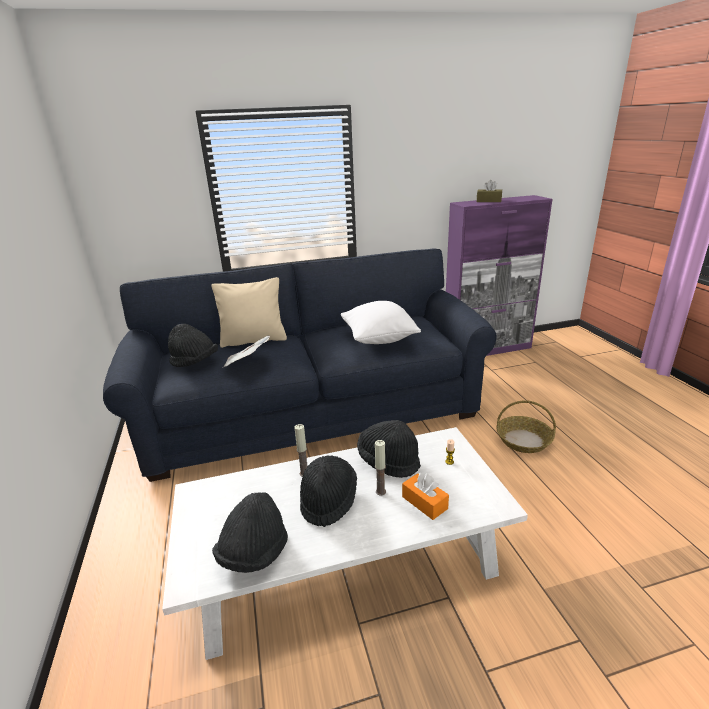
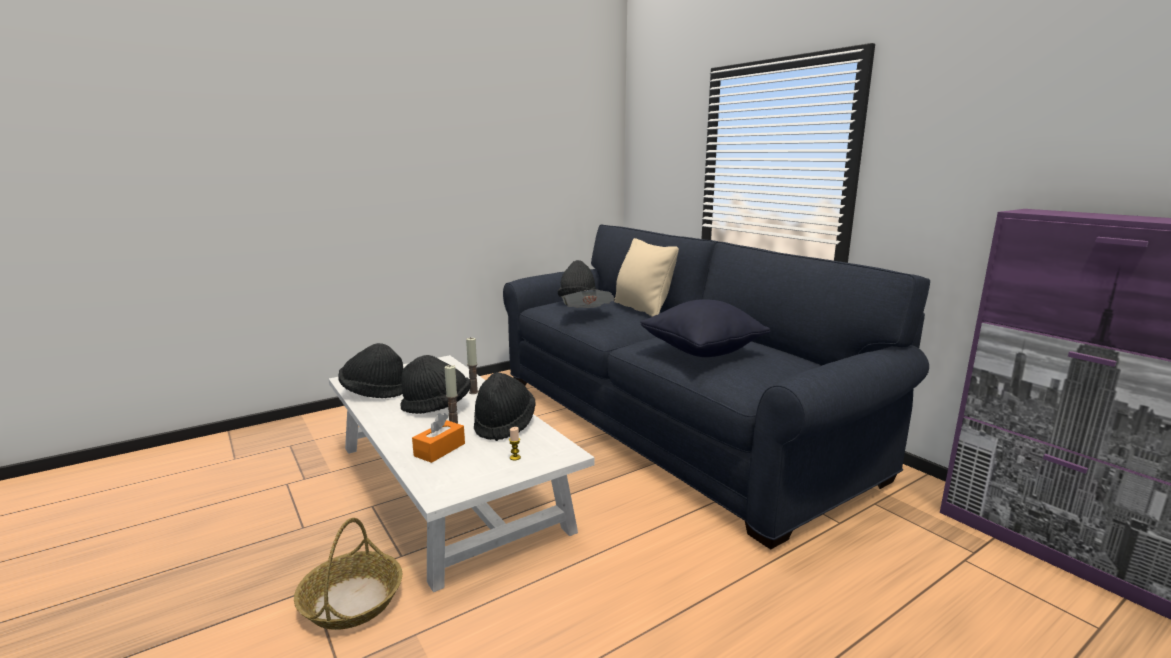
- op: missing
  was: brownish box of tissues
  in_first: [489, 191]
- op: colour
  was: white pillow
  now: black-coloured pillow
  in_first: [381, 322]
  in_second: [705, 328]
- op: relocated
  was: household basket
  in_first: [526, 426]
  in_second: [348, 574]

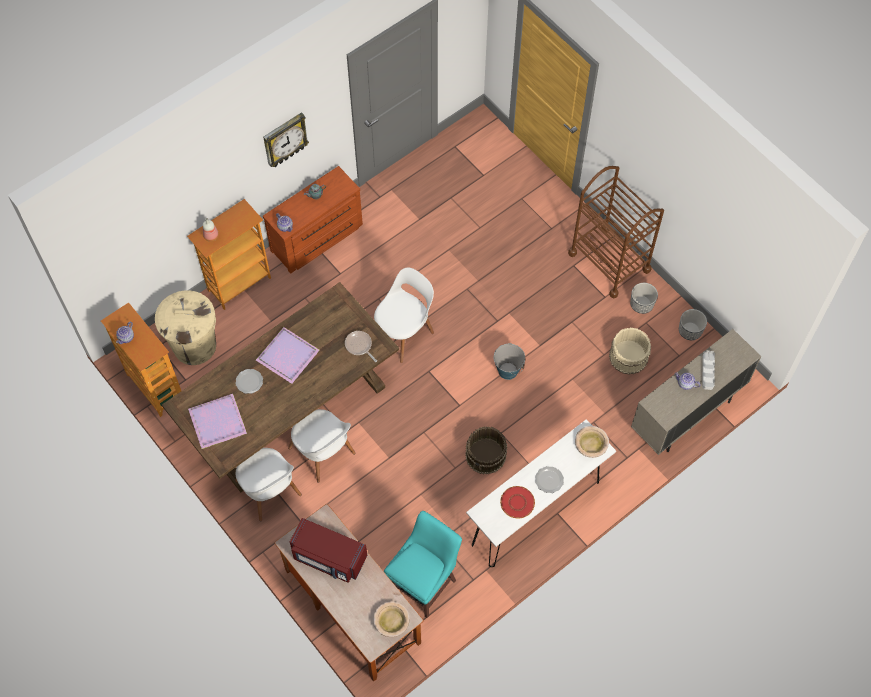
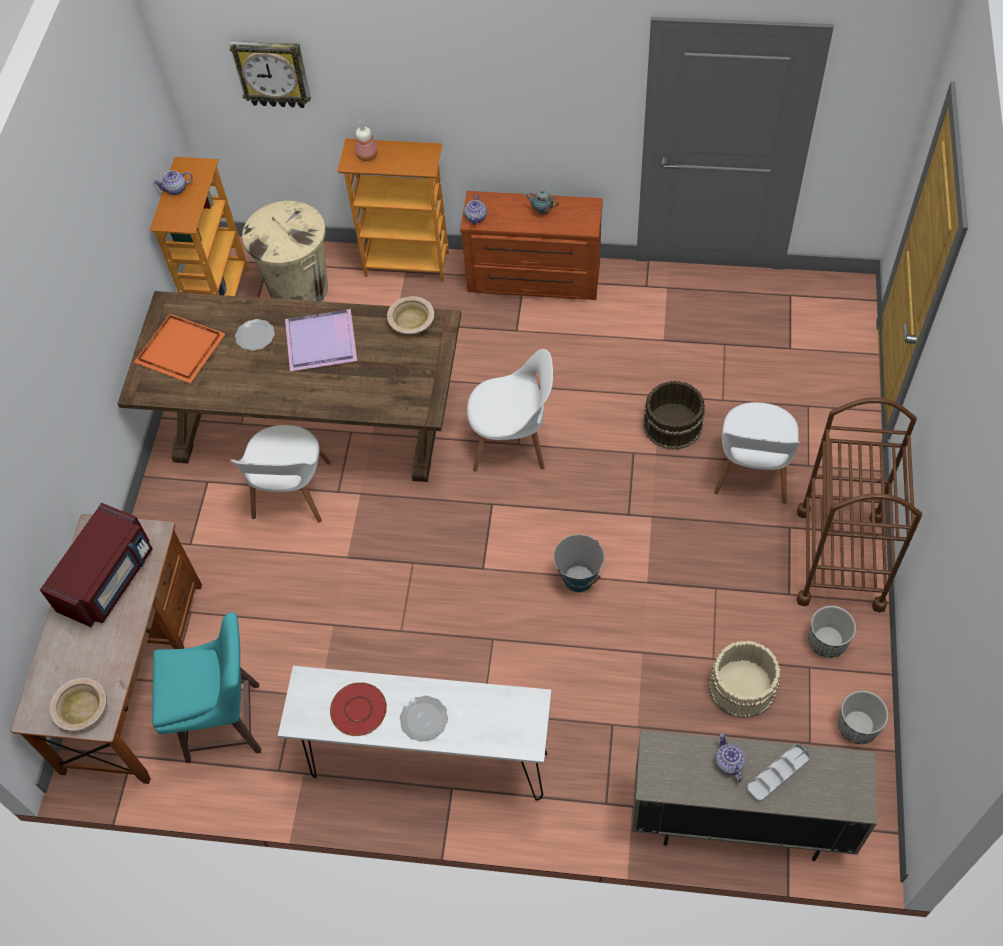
- op: relocated
  was: wall clock
  in_first: [286, 139]
  in_second: [270, 74]
- op: missing
  was: pan
  in_first: [361, 346]
- op: colour
  was: purple-coloured serving tray
  now: orange serving tray
  in_first: [217, 421]
  in_second: [179, 348]
- op: relocated
  was: brownish bucket
  in_first: [486, 450]
  in_second: [674, 415]
- op: relocated
  was: beige bowl
  in_first: [592, 442]
  in_second: [410, 315]
- op: relocated
  was: white chair
  in_first: [268, 484]
  in_second: [757, 453]
- op: spun
  was: reddish kitchen microwave
  in_first: [328, 550]
  in_second: [96, 565]
  clockwise: -135

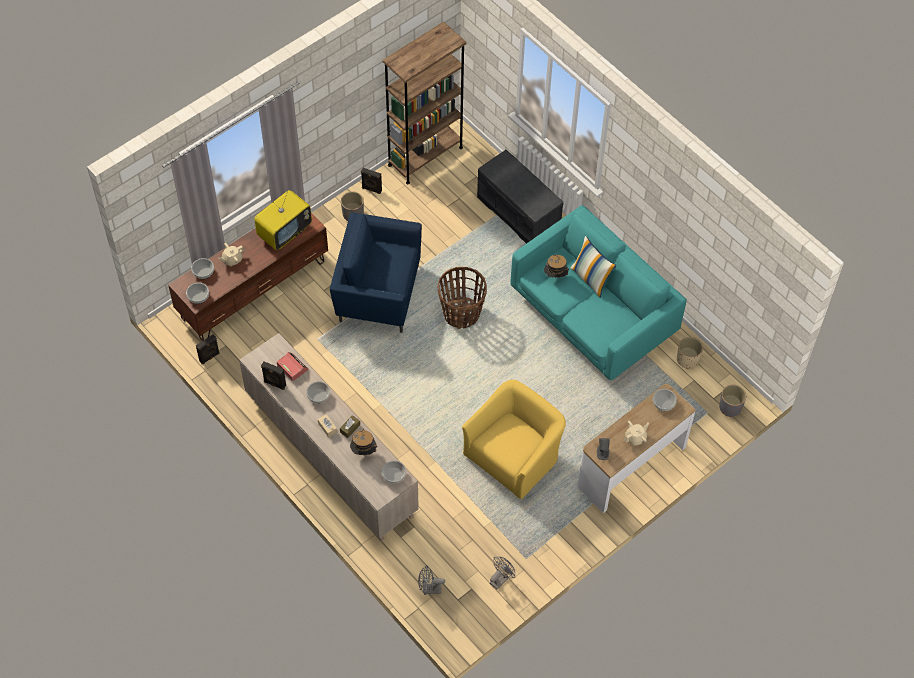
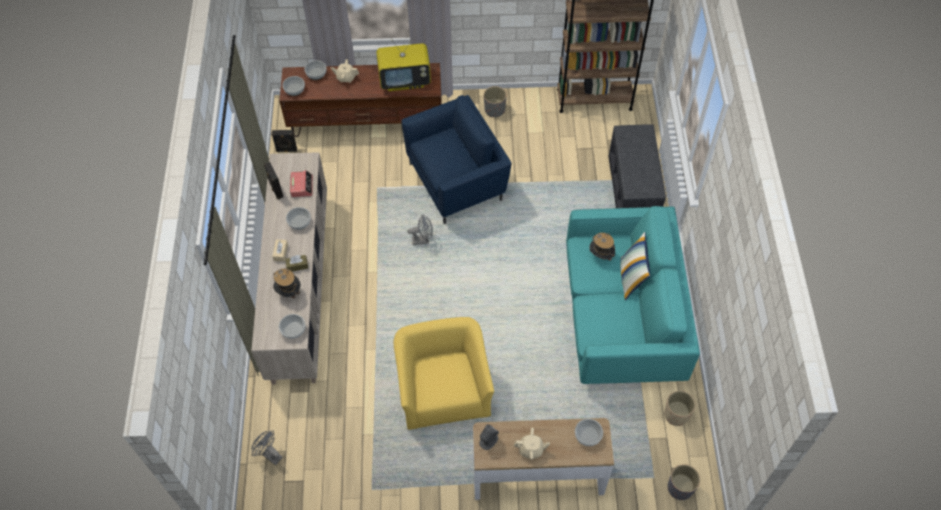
- op: missing
  was: black-coloured speaker
  in_first: [371, 181]
- op: spun
  was: blue lounge chair
  in_first: [376, 273]
  in_second: [456, 159]
  clockwise: 105
- op: missing
  was: household basket
  in_first: [462, 298]
- op: spun
  was: yellowish lounge chair
  in_first: [514, 439]
  in_second: [444, 373]
  clockwise: -90
- op: relocated
  was: greyish fan
  in_first: [502, 573]
  in_second: [420, 230]

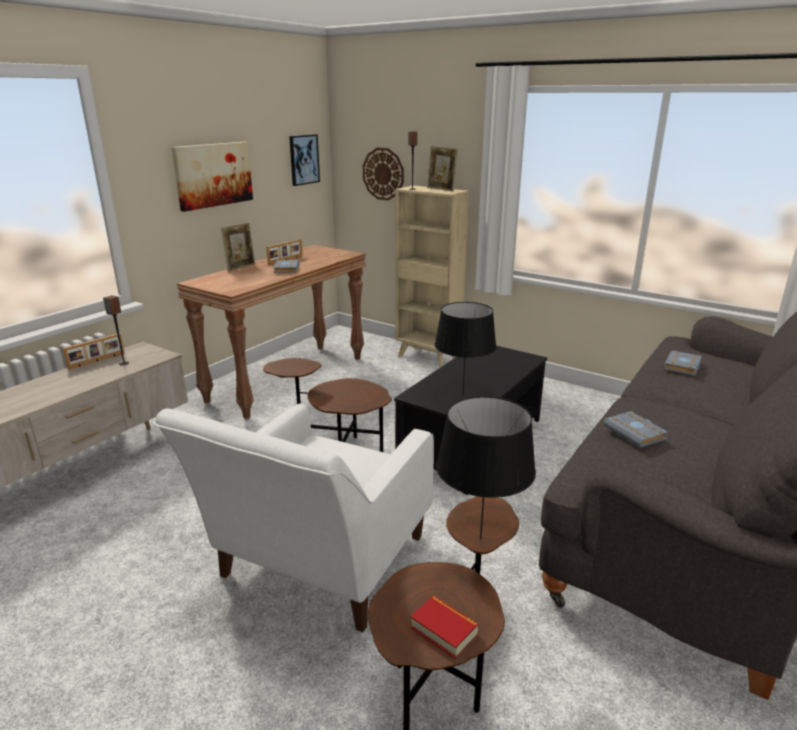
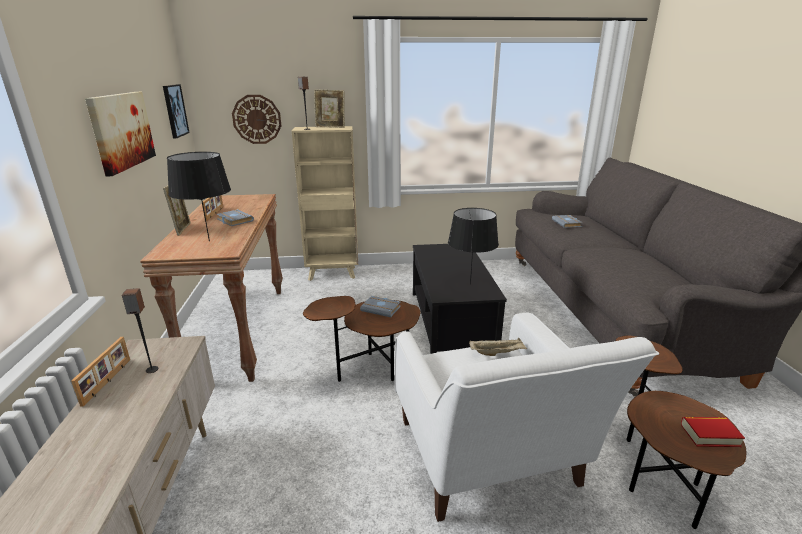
- op: relocated
  was: black-coloured table lamp
  in_first: [486, 468]
  in_second: [199, 196]
- op: relocated
  was: greyish bound book
  in_first: [636, 429]
  in_second: [380, 306]
- op: appeared
  now: beige serving tray
  in_second: [498, 347]

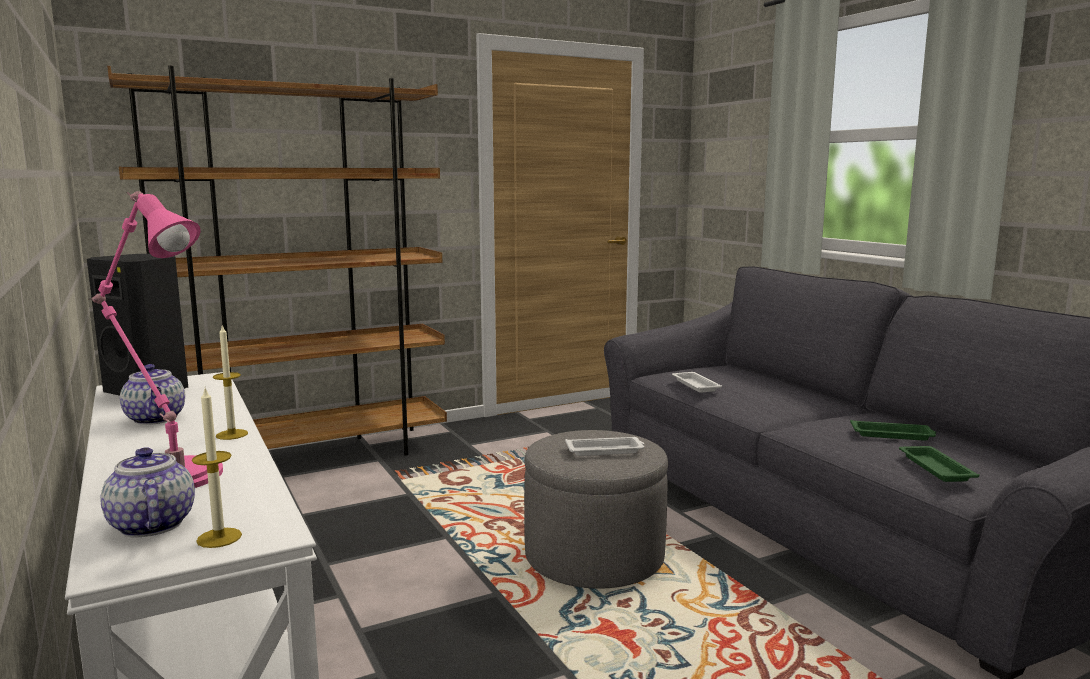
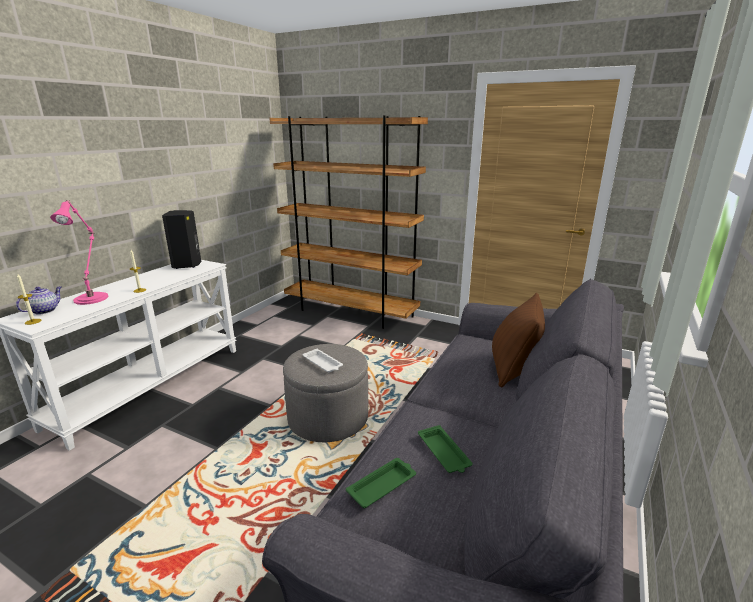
- op: missing
  was: teapot
  in_first: [152, 394]
- op: missing
  was: white serving tray
  in_first: [697, 382]
- op: appeared
  now: brownish pillow
  in_second: [518, 340]

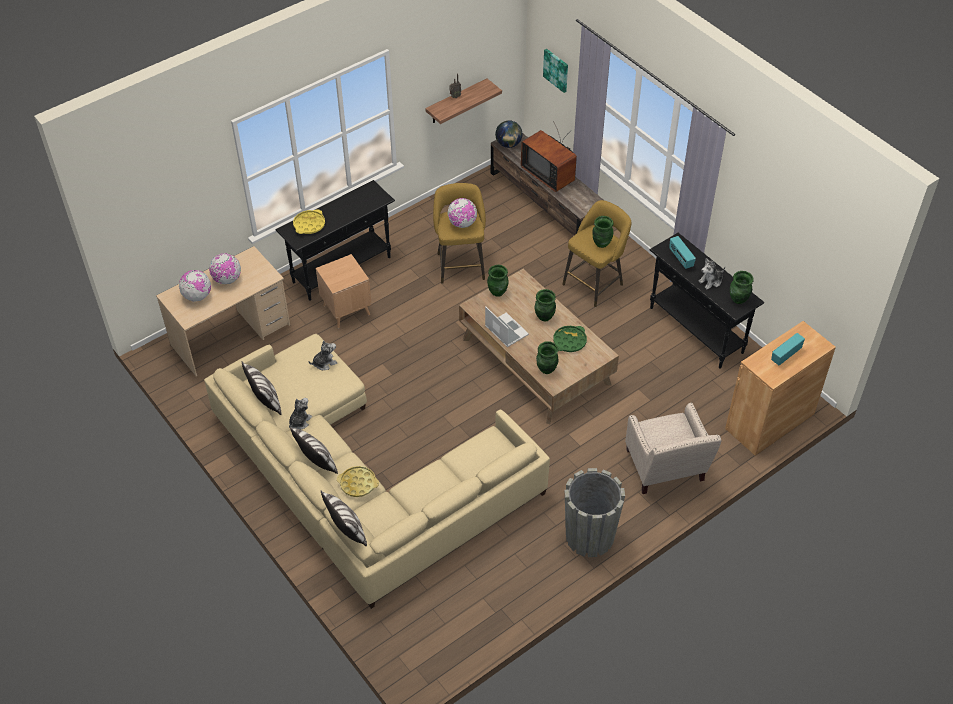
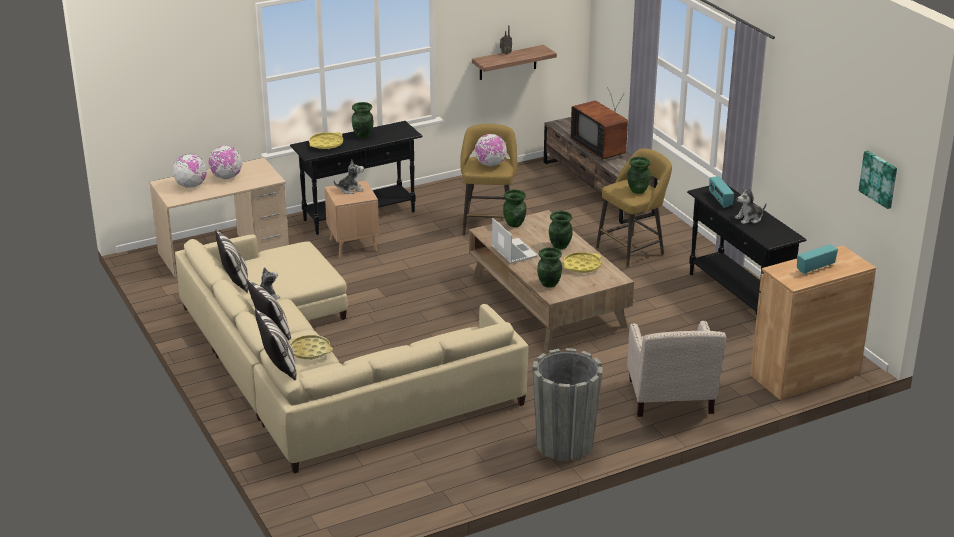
- op: relocated
  was: picture
  in_first: [555, 71]
  in_second: [878, 180]
- op: missing
  was: world globe
  in_first: [508, 134]
- op: relocated
  was: green decorative vase
  in_first: [742, 287]
  in_second: [363, 120]
- op: colour
  was: green serving tray
  now: yellowish serving tray
  in_first: [570, 339]
  in_second: [582, 262]
- op: relocated
  was: soft toy
  in_first: [322, 355]
  in_second: [349, 177]

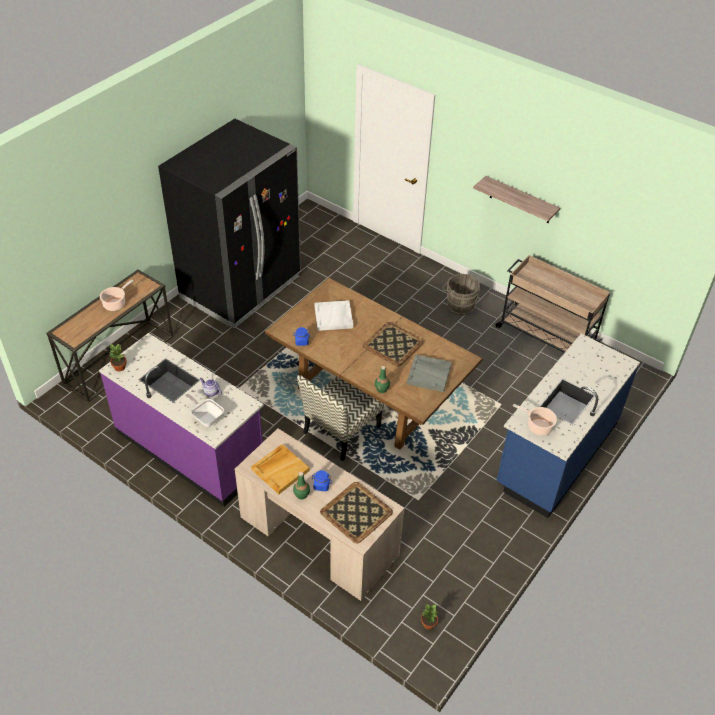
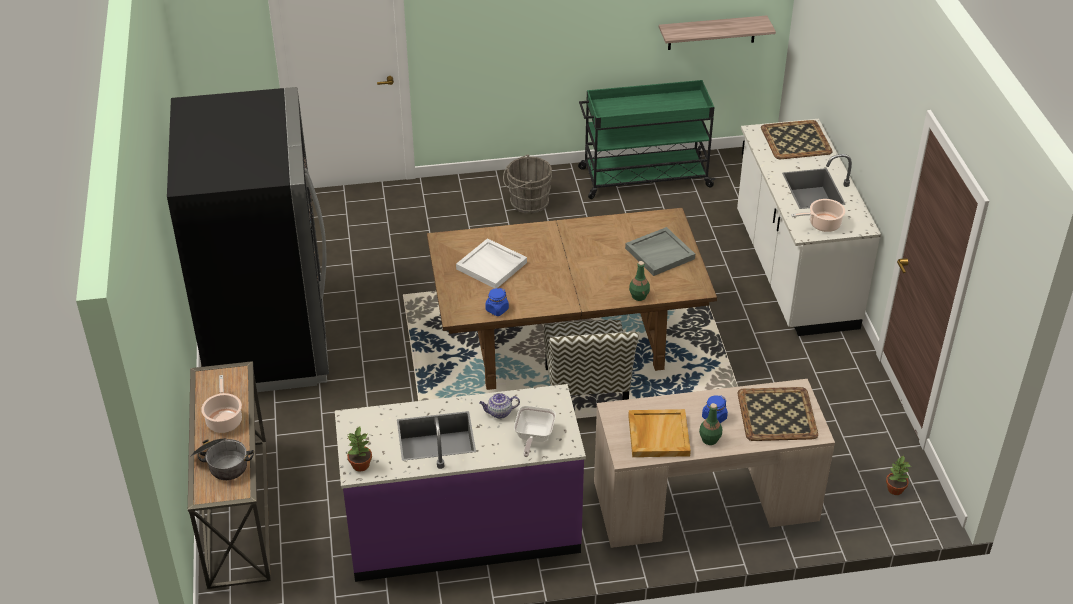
- op: relocated
  was: shelf
  in_first: [516, 199]
  in_second: [717, 32]
- op: colour
  was: beige trolley
  now: green trolley
  in_first: [553, 304]
  in_second: [647, 139]
- op: relocated
  was: serving tray
  in_first: [393, 344]
  in_second: [797, 139]
- op: colour
  was: blue counter
  now: white counter
  in_first: [568, 426]
  in_second: [809, 227]
- op: spun
  was: pan
  in_first: [204, 410]
  in_second: [535, 431]
  clockwise: -75
- op: appeared
  now: cooking pot
  in_second: [222, 459]

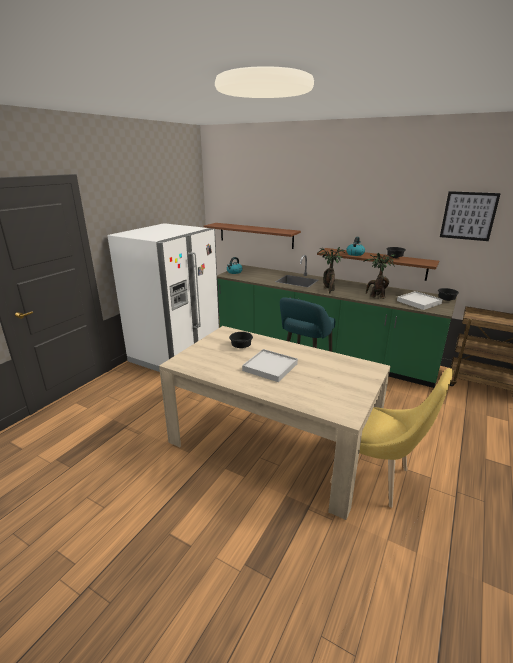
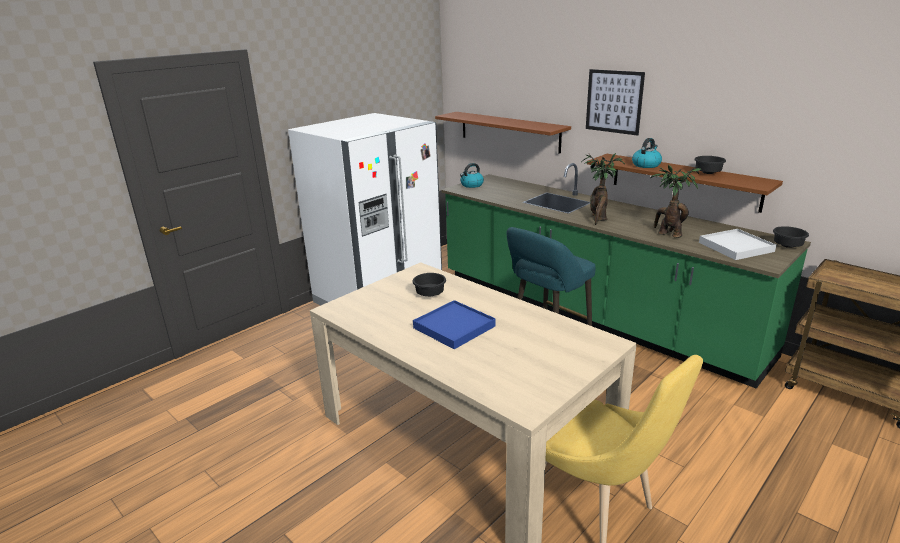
- op: relocated
  was: picture
  in_first: [470, 216]
  in_second: [615, 102]
- op: colour
  was: white serving tray
  now: blue serving tray
  in_first: [270, 365]
  in_second: [454, 324]

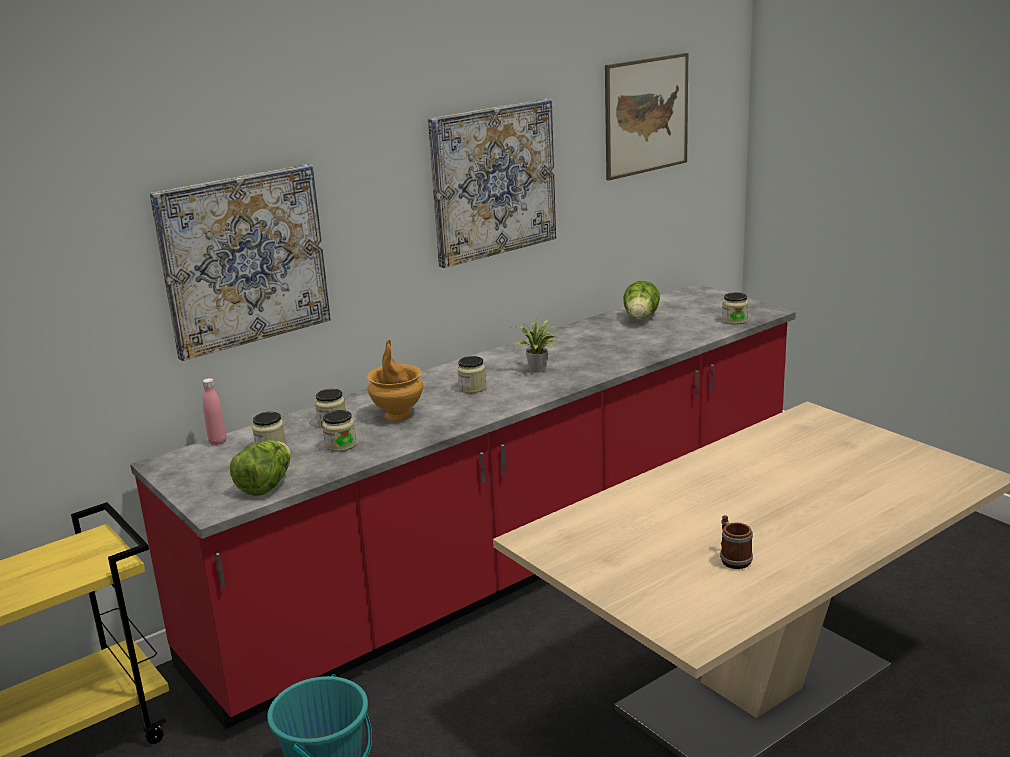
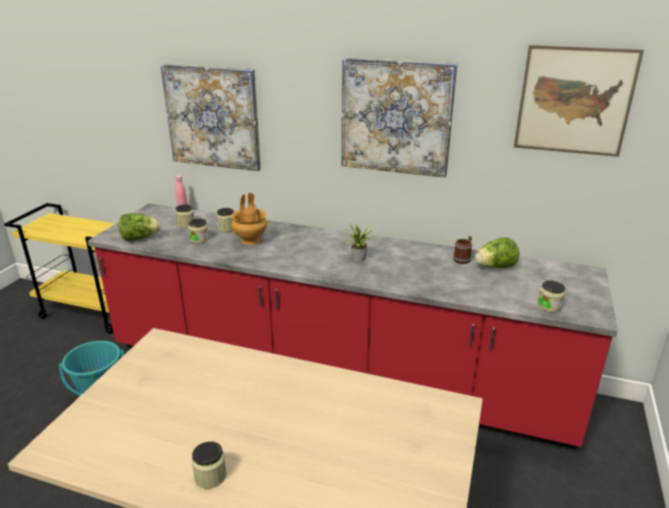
- op: relocated
  was: jar
  in_first: [471, 374]
  in_second: [209, 465]
- op: relocated
  was: mug
  in_first: [736, 542]
  in_second: [462, 250]

